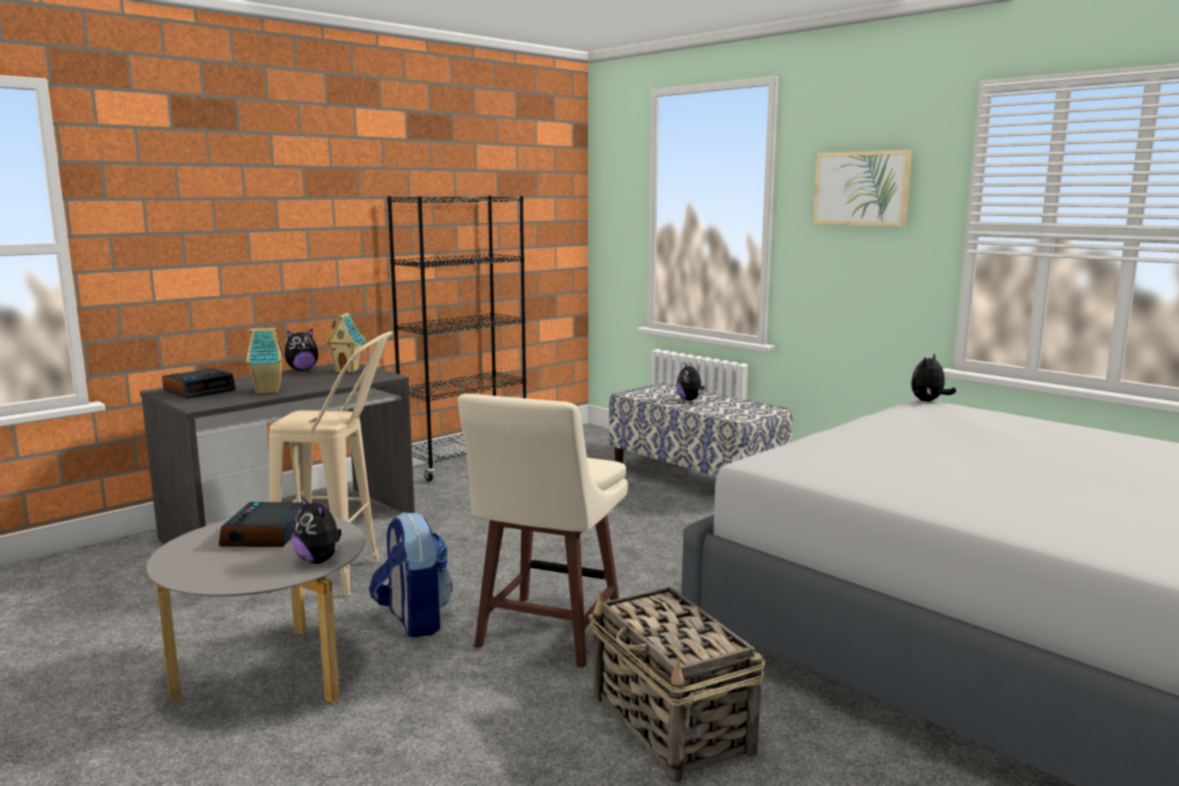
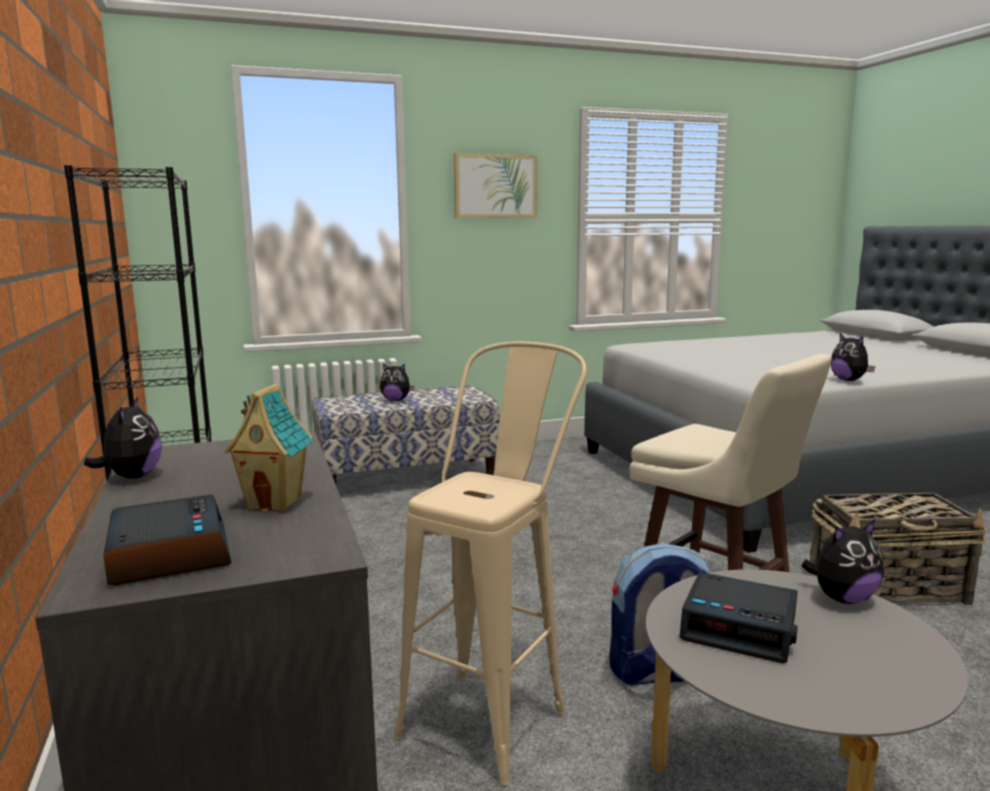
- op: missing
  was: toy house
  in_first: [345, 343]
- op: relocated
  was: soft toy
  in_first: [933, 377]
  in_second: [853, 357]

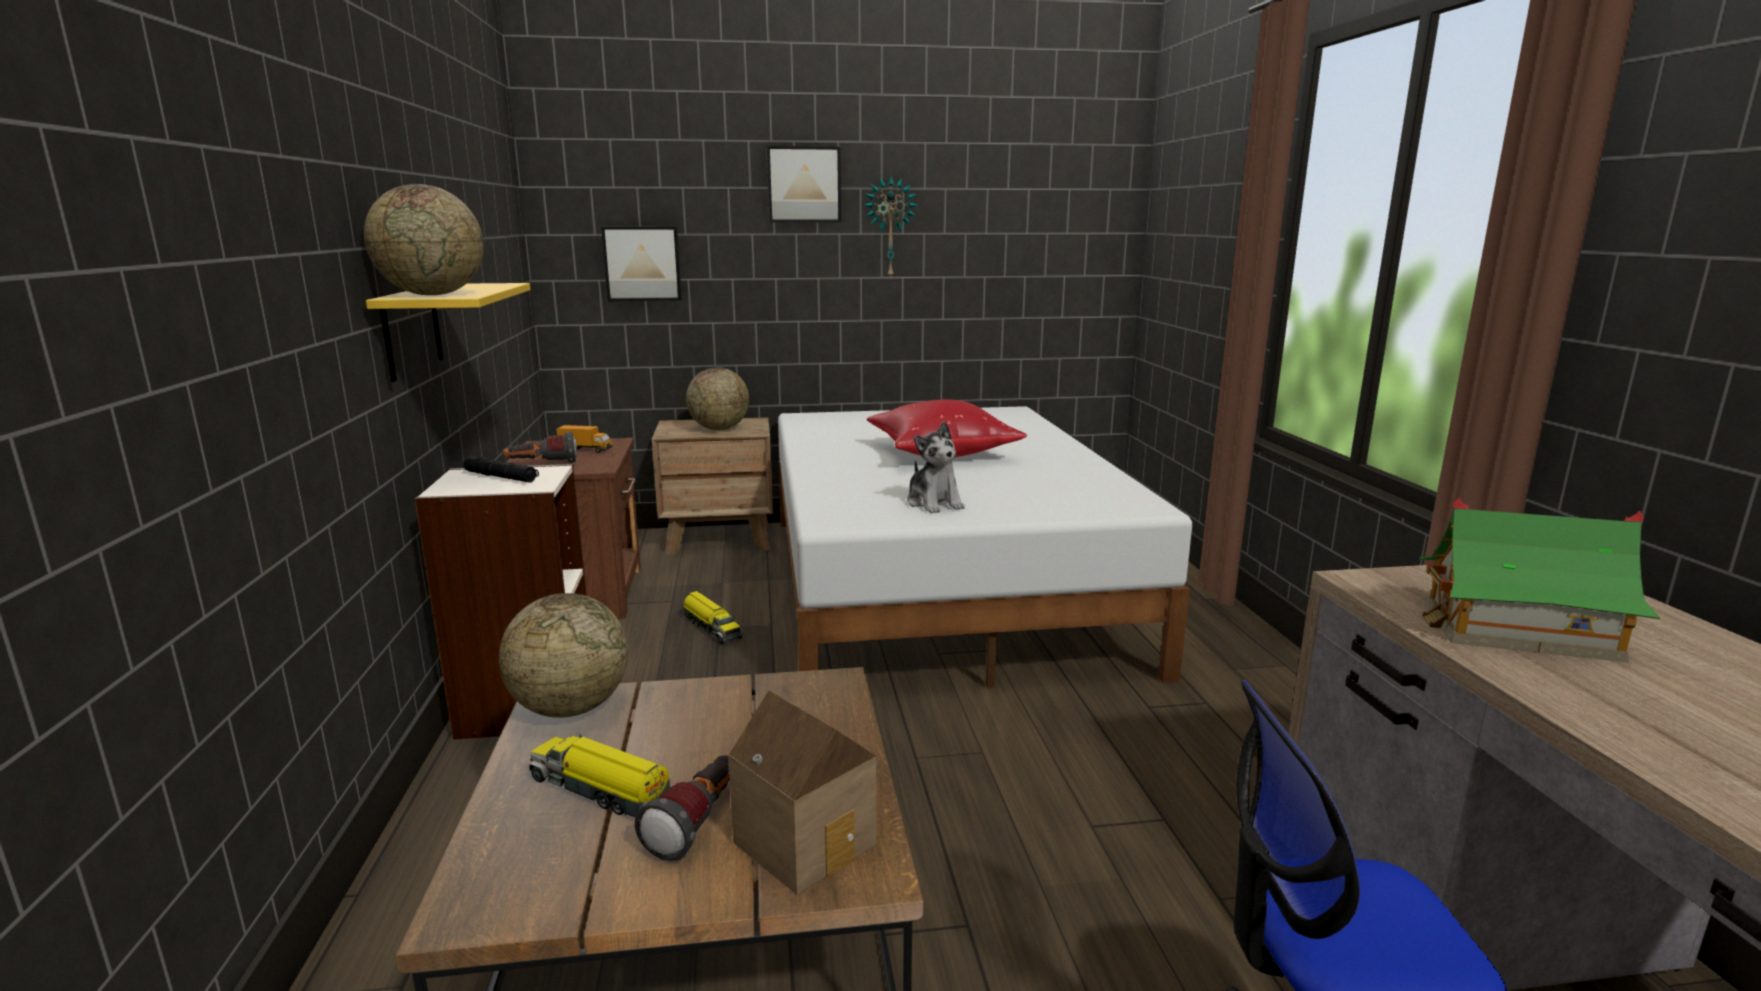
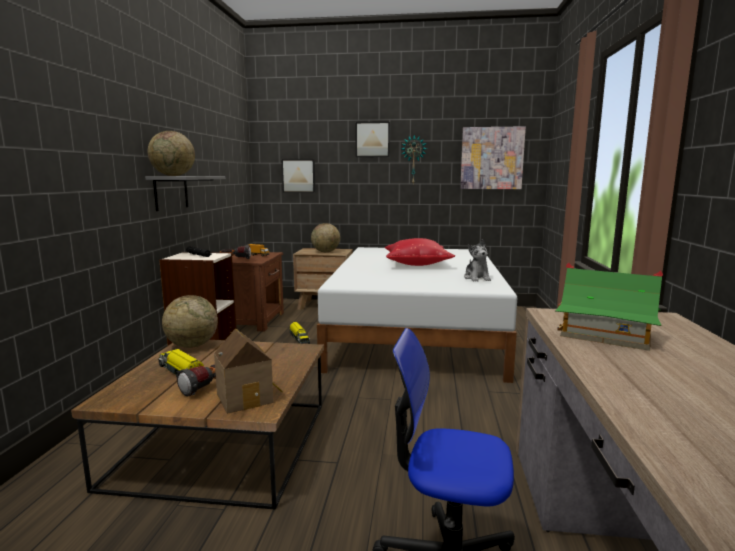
- op: colour
  was: yellowish shelf
  now: greyish shelf
  in_first: [448, 332]
  in_second: [185, 193]
- op: relocated
  was: soft toy
  in_first: [936, 467]
  in_second: [477, 260]
- op: appeared
  now: picture
  in_second: [493, 157]

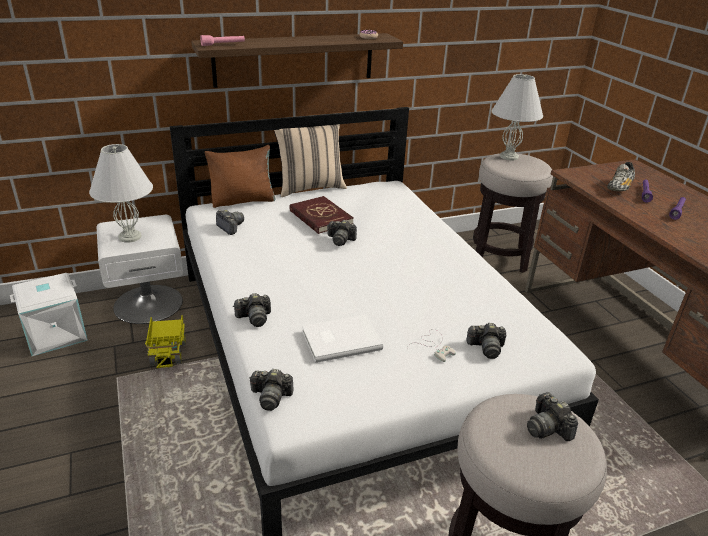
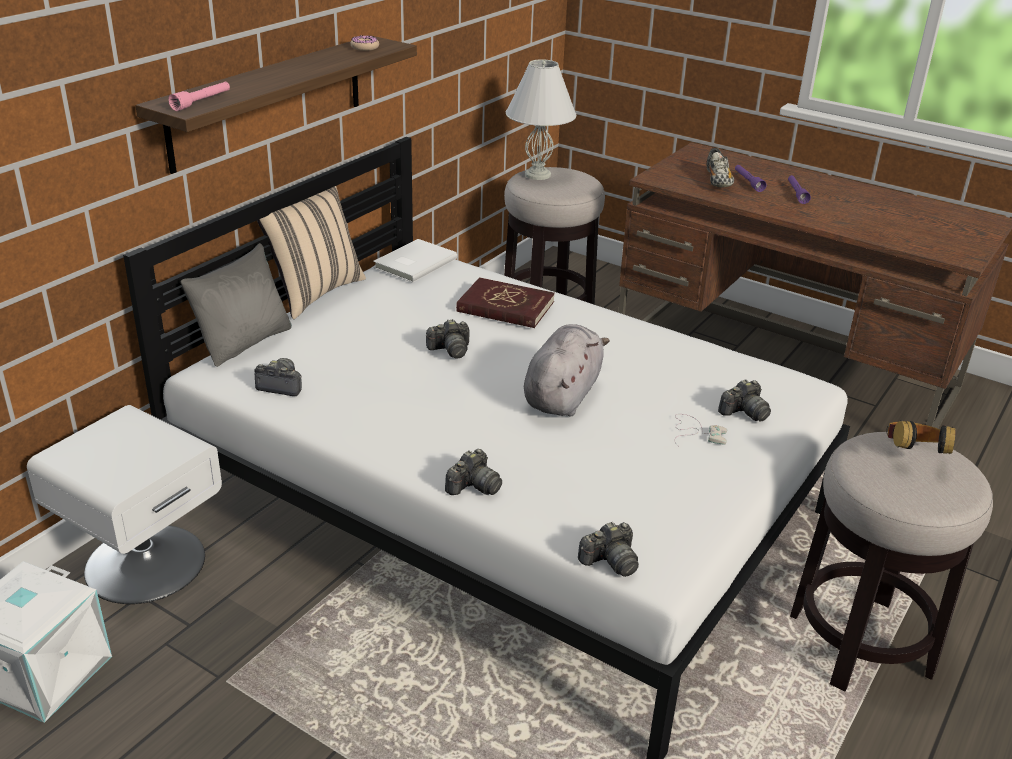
- op: missing
  was: white table lamp
  in_first: [121, 193]
- op: colour
  was: brownish pillow
  now: greyish pillow
  in_first: [240, 176]
  in_second: [236, 305]
- op: relocated
  was: reddish bound book
  in_first: [321, 215]
  in_second: [505, 302]
- op: relocated
  was: white bound book
  in_first: [342, 338]
  in_second: [415, 261]
- op: missing
  was: model truck
  in_first: [165, 341]
- op: exchanged
  was: still camera
  now: headphones
  in_first: [552, 416]
  in_second: [921, 437]
- op: appeared
  now: greyish soft toy
  in_second: [567, 370]

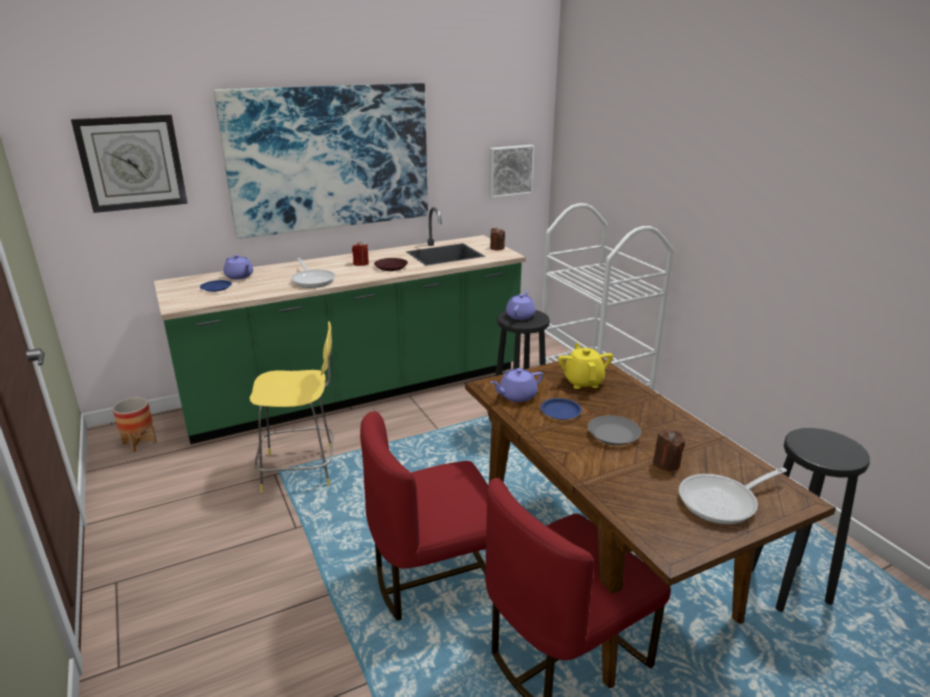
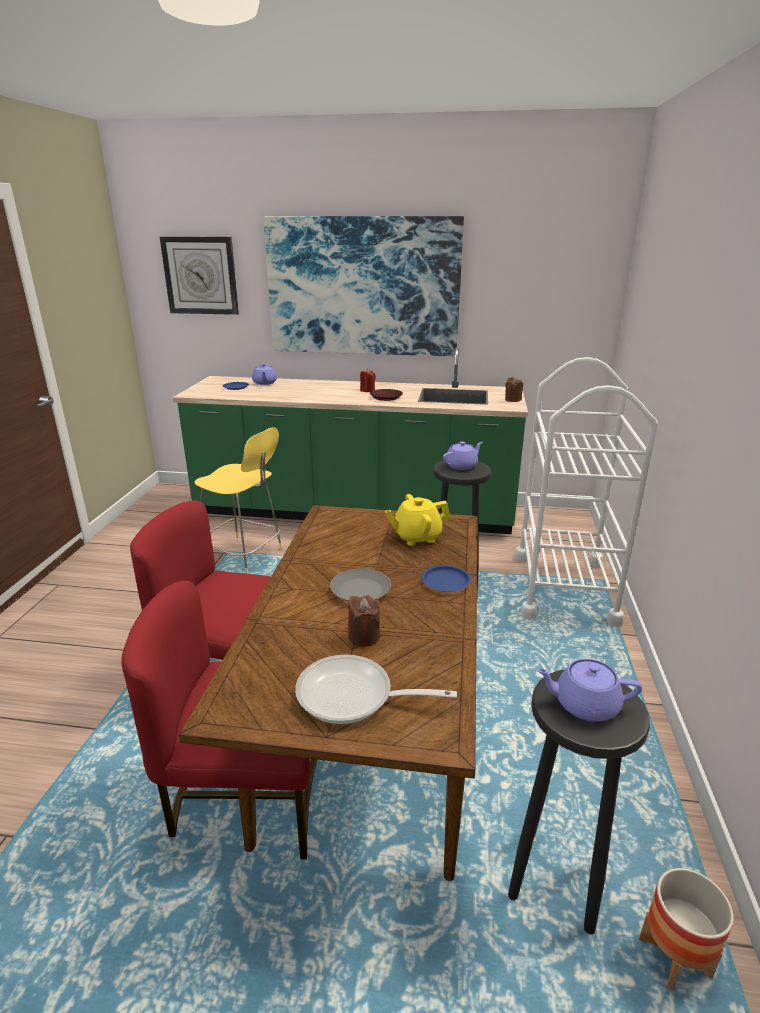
- op: missing
  was: picture
  in_first: [511, 171]
- op: missing
  was: pan
  in_first: [313, 273]
- op: spun
  was: yellowish teapot
  in_first: [585, 366]
  in_second: [418, 520]
  clockwise: -135
- op: relocated
  was: purple-coloured teapot
  in_first: [516, 385]
  in_second: [589, 690]
- op: relocated
  was: planter
  in_first: [135, 424]
  in_second: [686, 929]
- op: relocated
  was: blue flat dish
  in_first: [561, 409]
  in_second: [446, 578]

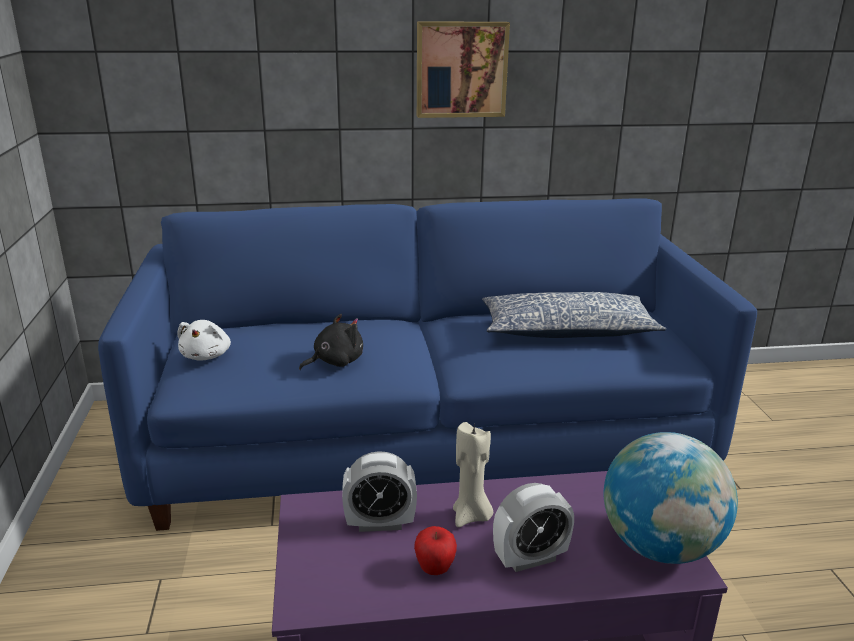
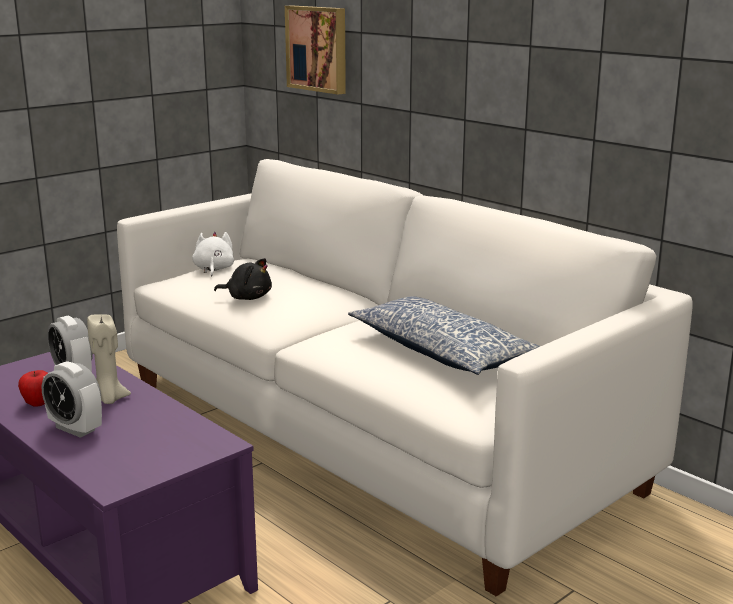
- op: relocated
  was: picture
  in_first: [463, 69]
  in_second: [315, 50]
- op: colour
  was: blue settee
  now: white settee
  in_first: [427, 364]
  in_second: [405, 377]
- op: spun
  was: white soft toy
  in_first: [204, 340]
  in_second: [213, 254]
  clockwise: 120
- op: missing
  was: world globe
  in_first: [671, 498]

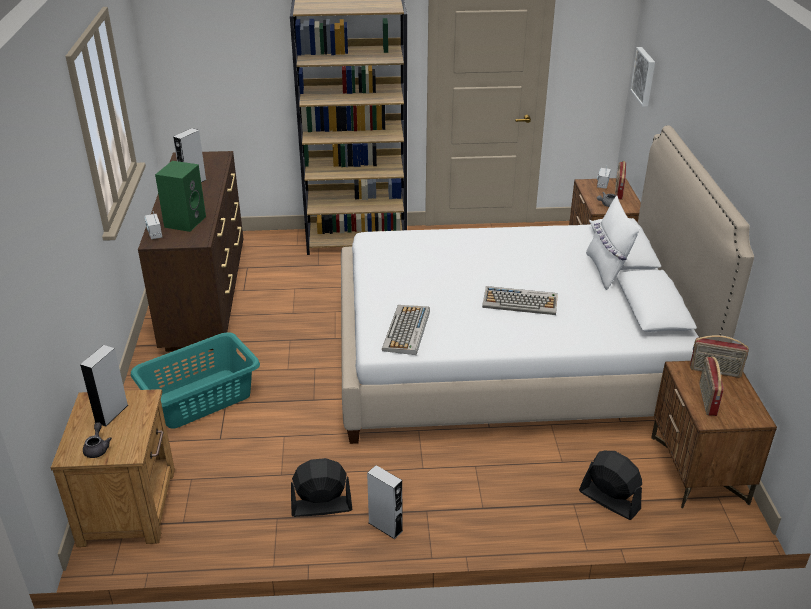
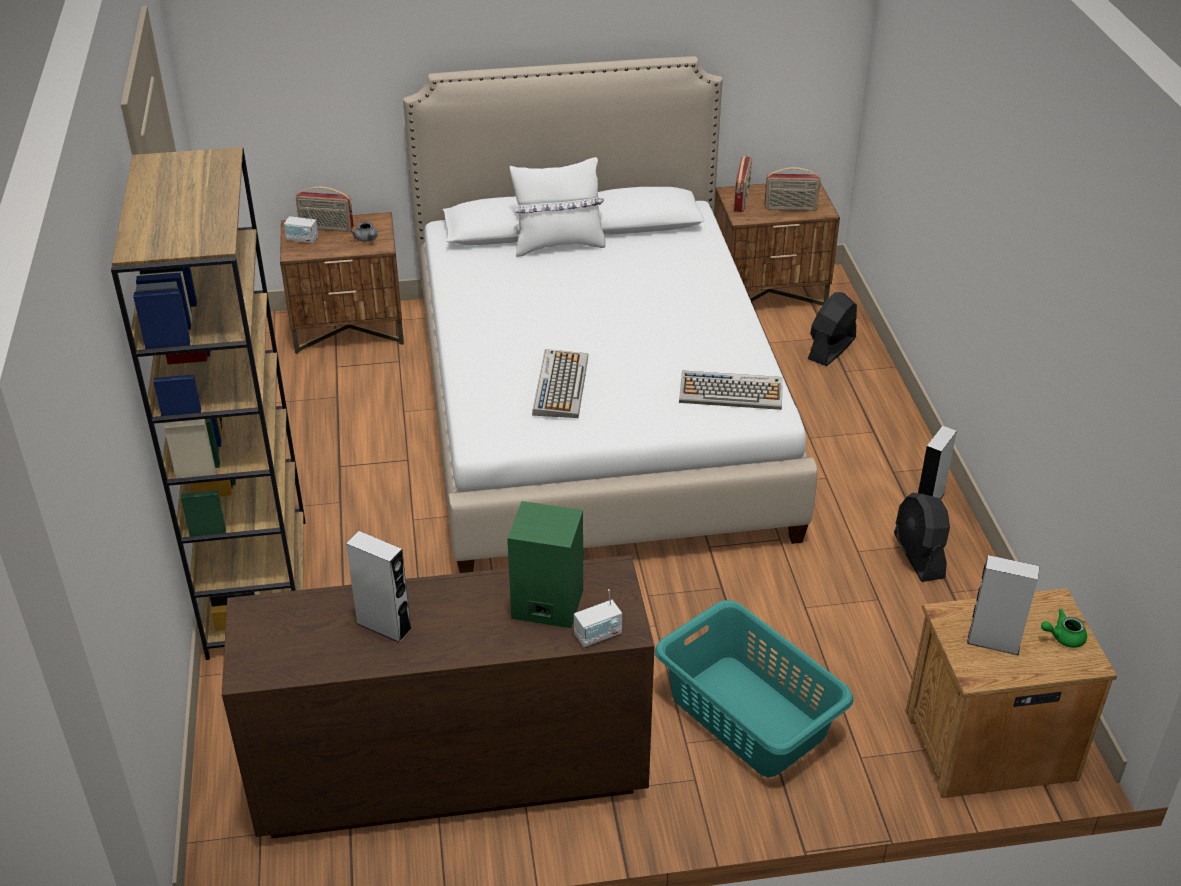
- op: missing
  was: picture
  in_first: [642, 77]
- op: relocated
  was: computer keyboard
  in_first: [520, 300]
  in_second: [560, 383]
- op: colour
  was: greyish teapot
  now: green teapot
  in_first: [97, 440]
  in_second: [1064, 628]

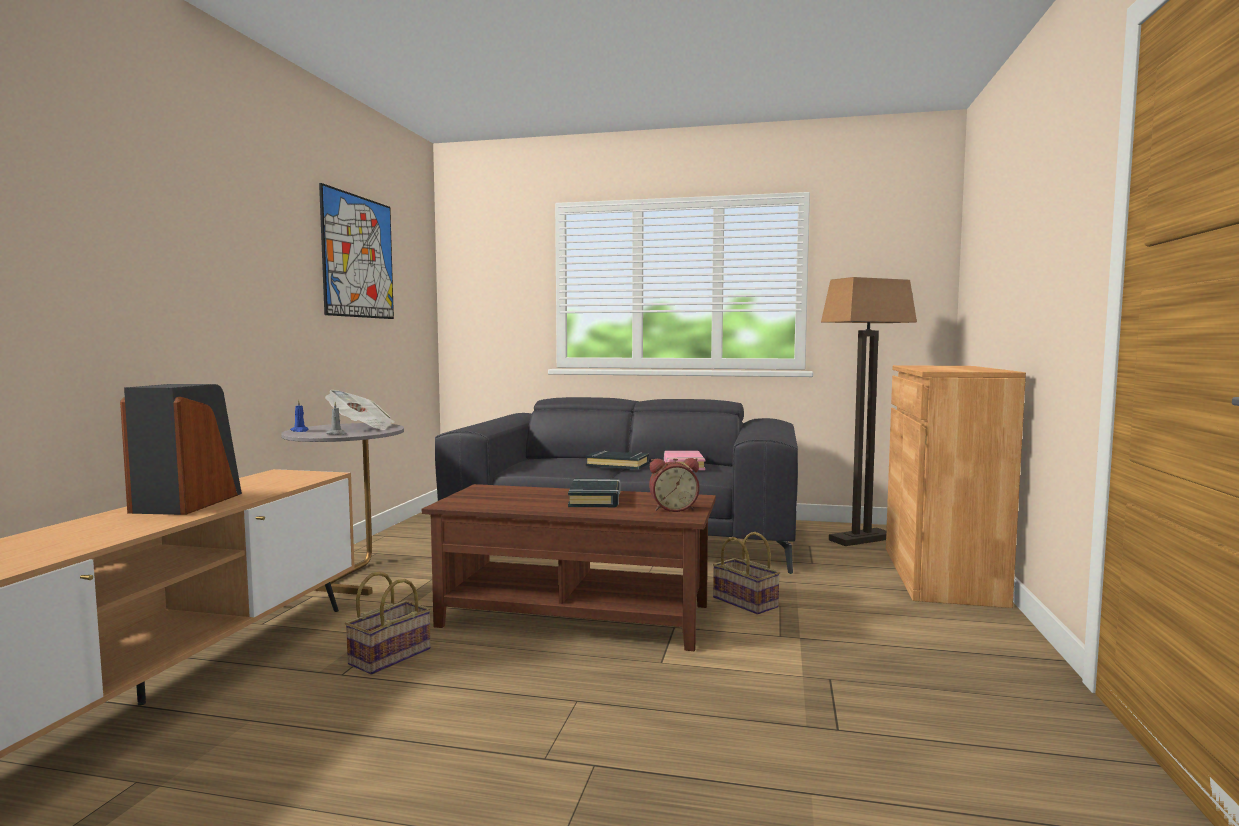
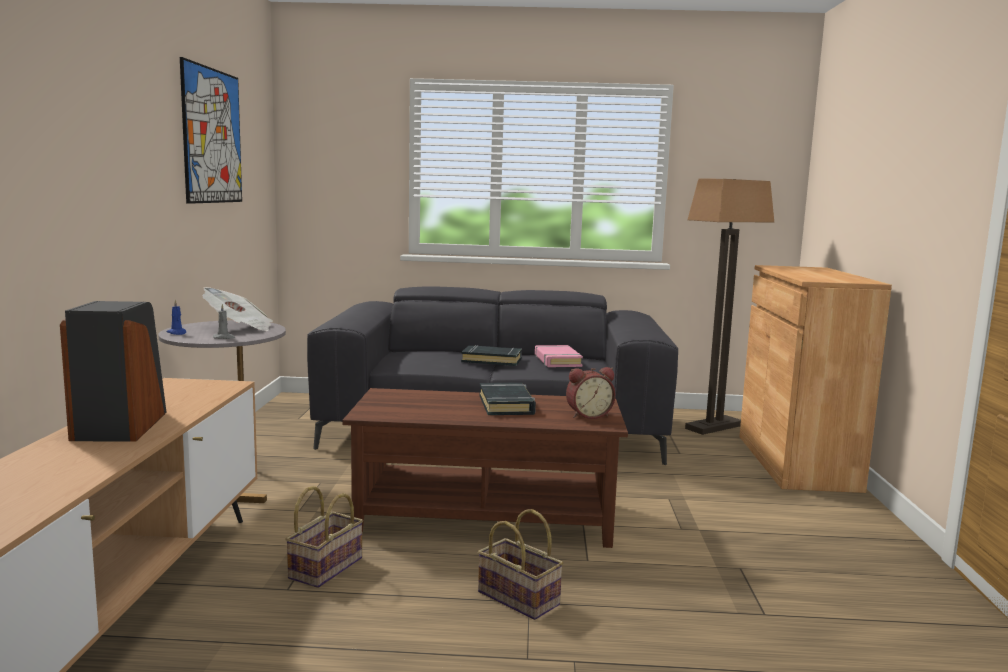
- op: relocated
  was: household basket
  in_first: [746, 573]
  in_second: [521, 564]

